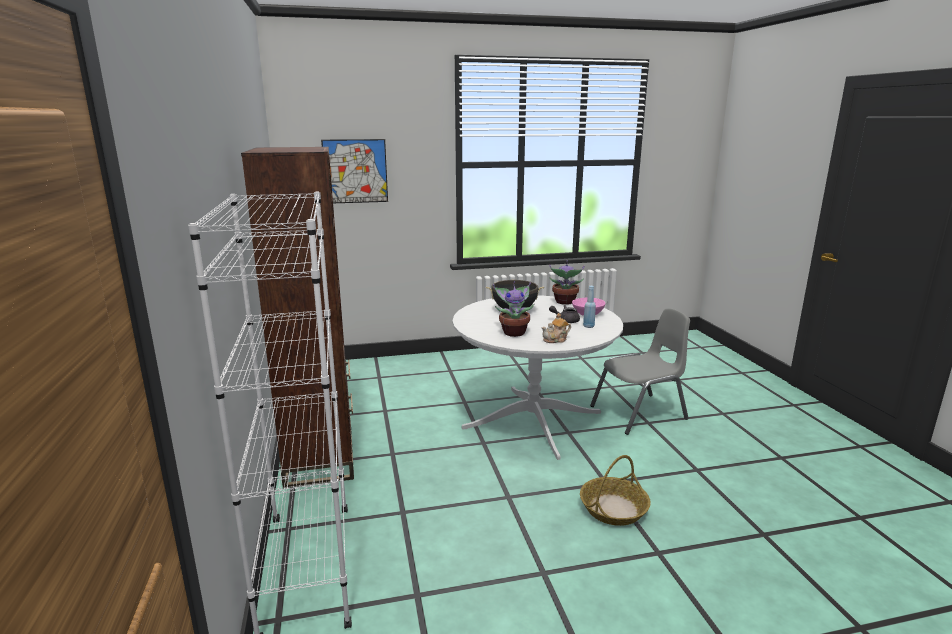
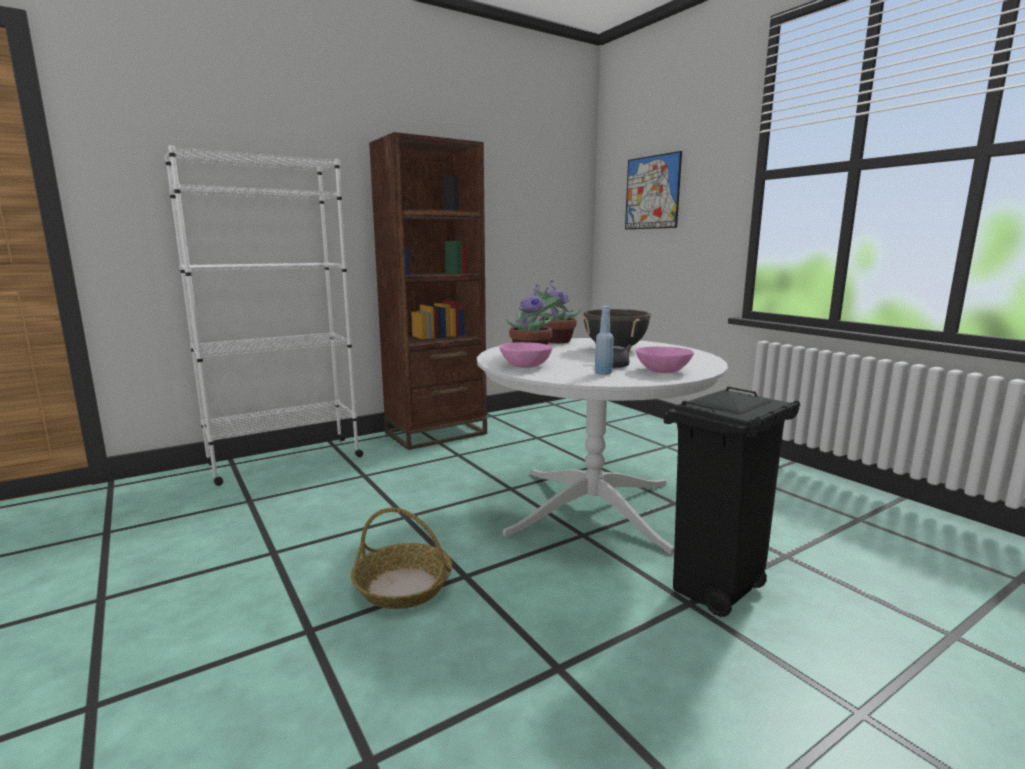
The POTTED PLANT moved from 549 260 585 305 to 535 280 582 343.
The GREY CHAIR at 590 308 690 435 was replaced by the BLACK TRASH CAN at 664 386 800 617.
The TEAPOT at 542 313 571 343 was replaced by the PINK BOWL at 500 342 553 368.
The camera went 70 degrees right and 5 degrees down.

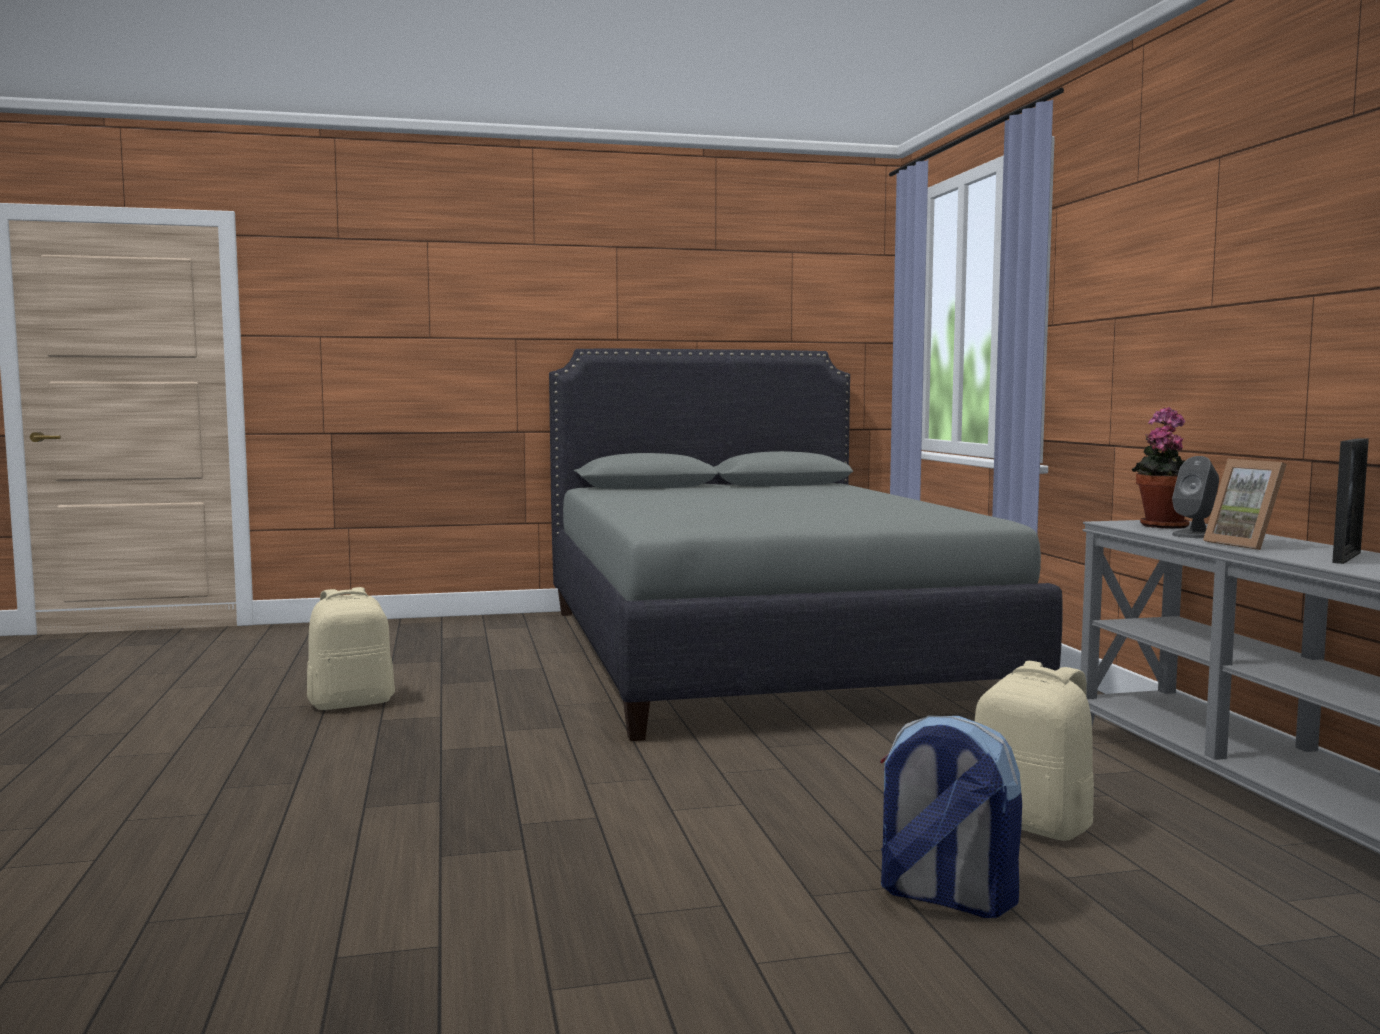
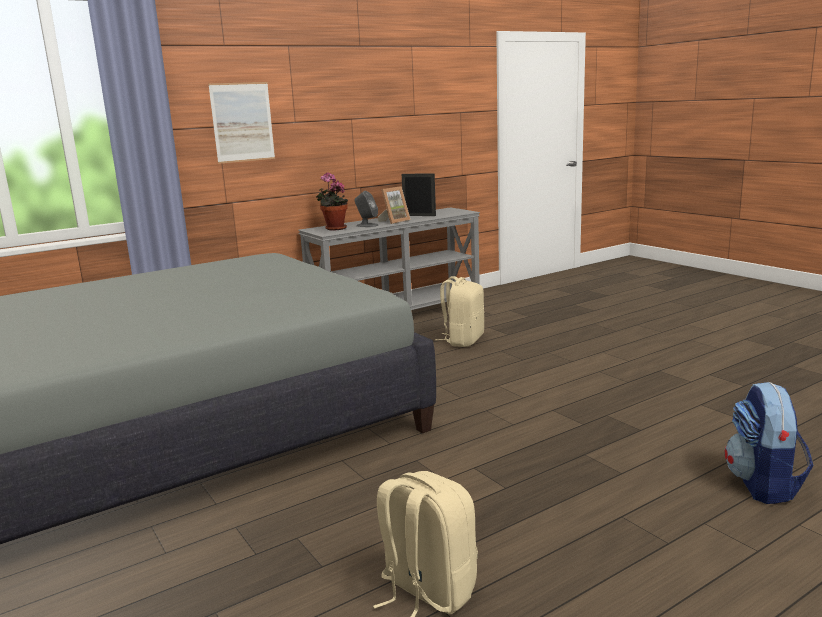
The BACKPACK moved from 880 715 1022 918 to 725 382 813 504.
The PICTURE at 208 82 275 164 appeared.
The camera went 110 degrees left and 10 degrees up.

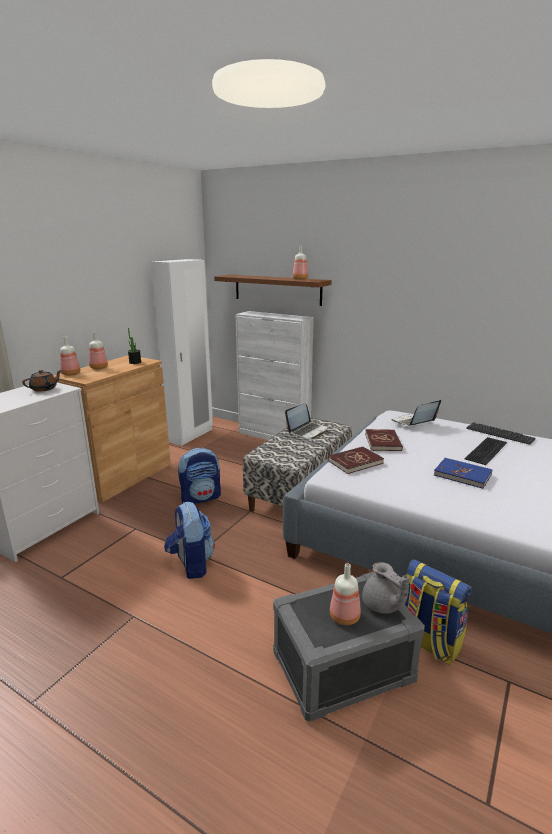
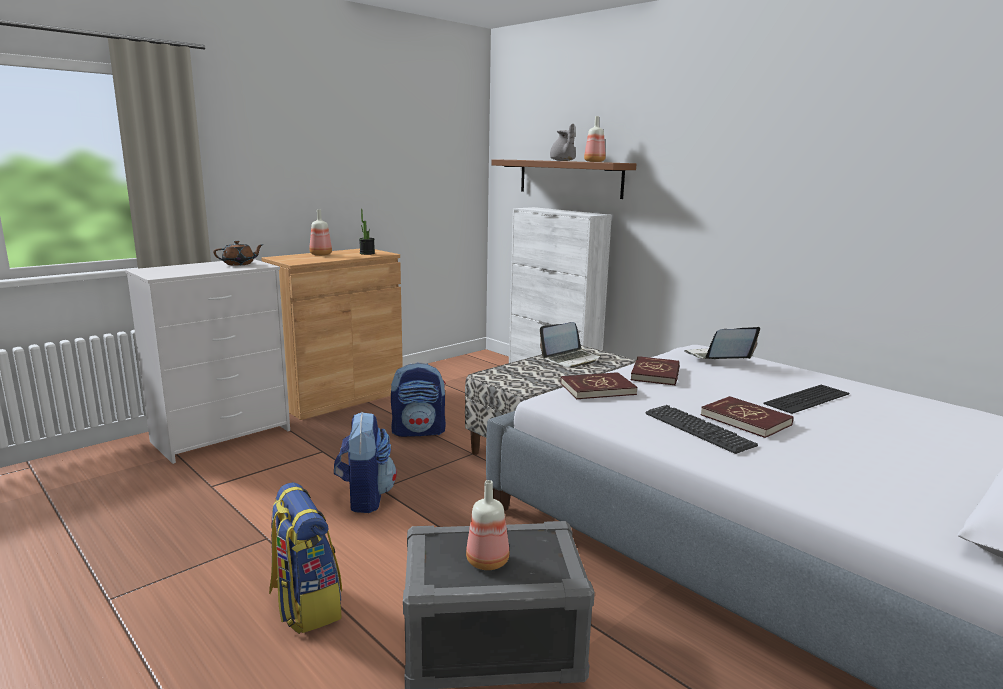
The WHITE WARDROBE at 151 259 213 446 disappeared.
The BOTTLE at 60 336 80 376 disappeared.
The KEYBOARD moved from 466 422 536 445 to 645 405 758 454.
The BLUE BOOK at 434 458 493 489 became the RED BOOK at 701 396 793 438.
The BACKPACK moved from 405 560 472 665 to 269 482 342 634.
The GREY TEAPOT moved from 362 562 410 613 to 550 124 576 161.
The camera went 15 degrees right and 5 degrees down.

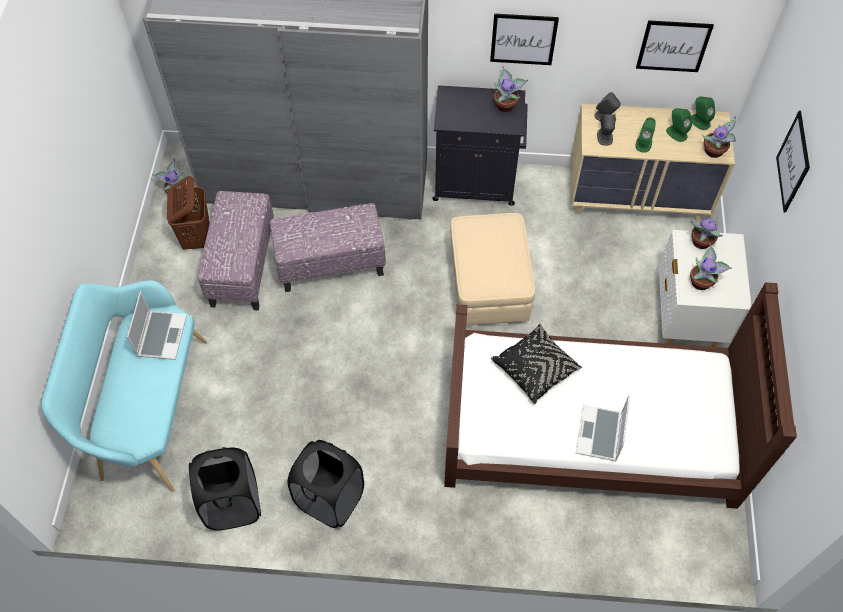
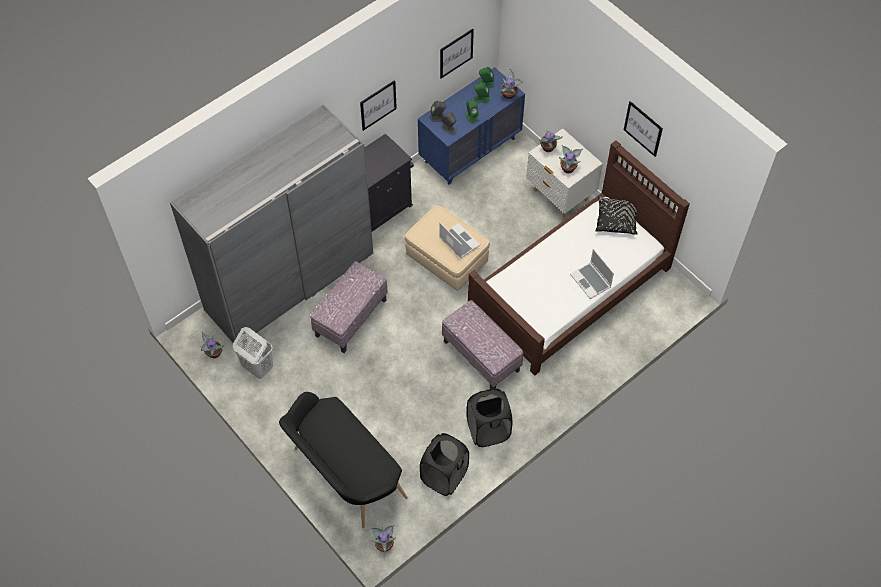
The POTTED PLANT moved from 494 66 528 112 to 371 525 396 552.
The BEIGE DRESSER at 571 104 735 222 became the BLUE DRESSER at 418 67 525 185.
The PICTURE moved from 776 111 810 212 to 624 101 663 157.
The BROWN LAUNDRY BASKET at 167 176 209 250 became the WHITE LAUNDRY BASKET at 233 327 273 379.
The OTTOMAN moved from 197 191 274 311 to 442 300 523 389.
The TURQUOISE BENCH at 41 280 207 492 became the BLACK BENCH at 279 392 408 528.
The LAPTOP moved from 127 291 187 360 to 439 222 480 259.
The BLACK PILLOW moved from 491 324 582 404 to 595 196 638 235.
The camera went 45 degrees left and 0 degrees up.

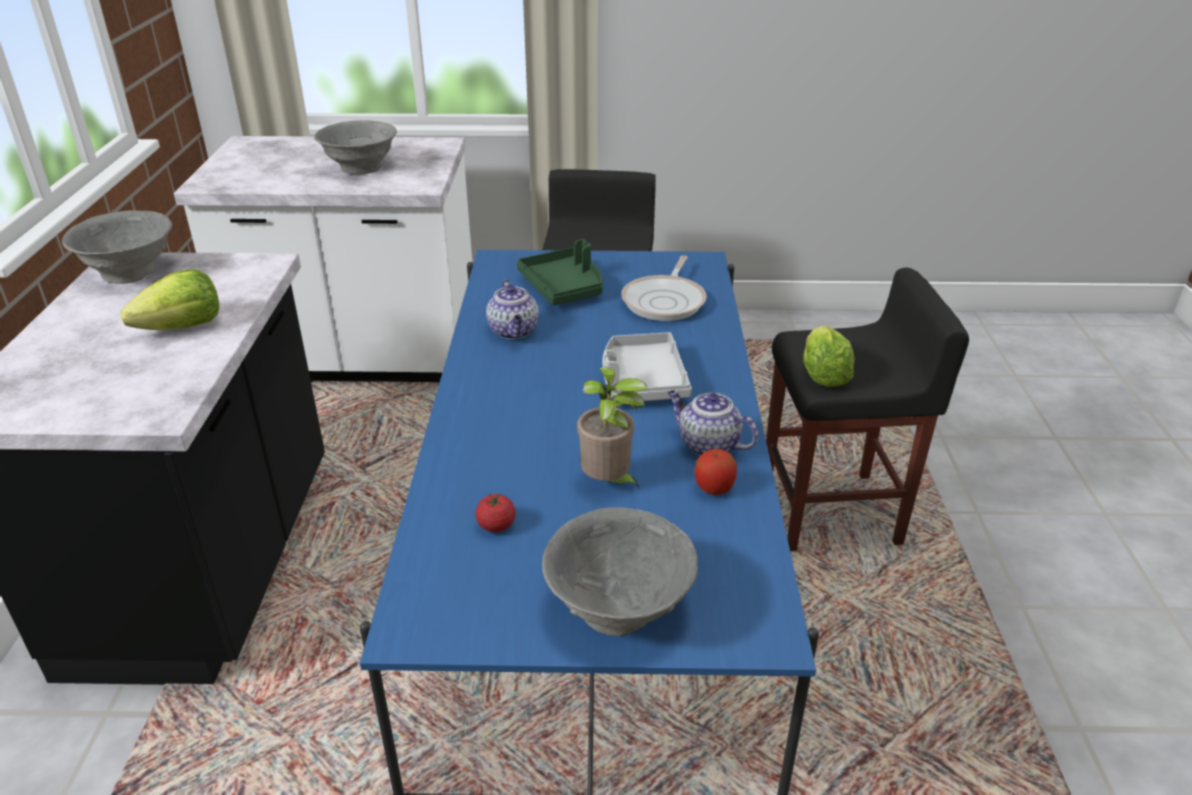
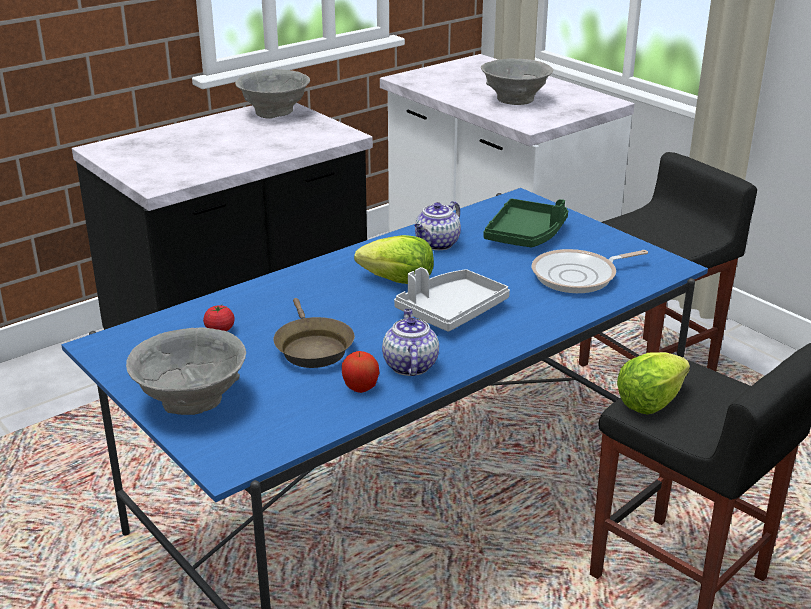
The LETTUCE moved from 121 269 219 330 to 354 235 434 284.
The POTTED PLANT at 577 367 647 489 was replaced by the BROWN FRYING PAN at 273 298 355 368.
The camera went 50 degrees right and 5 degrees down.

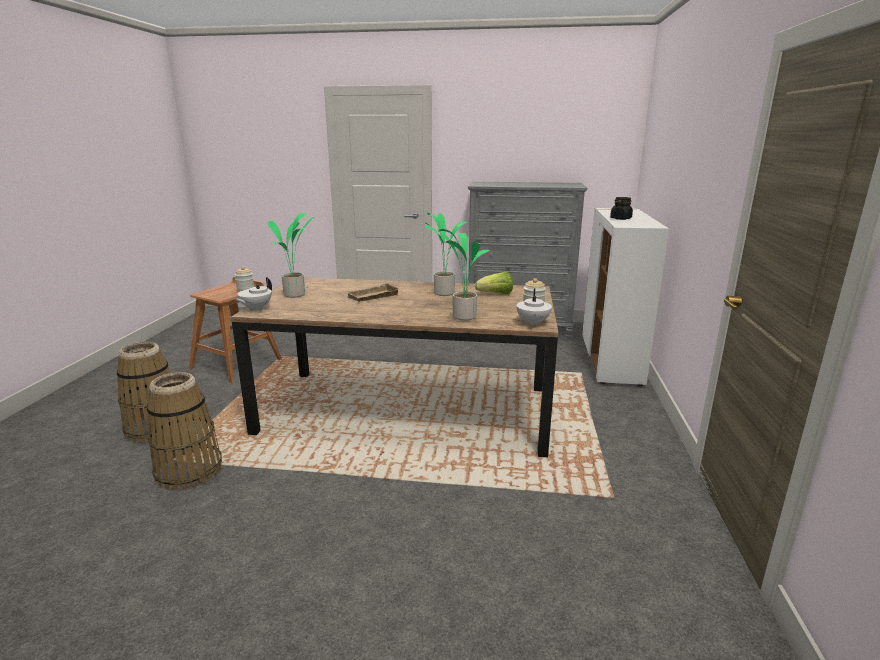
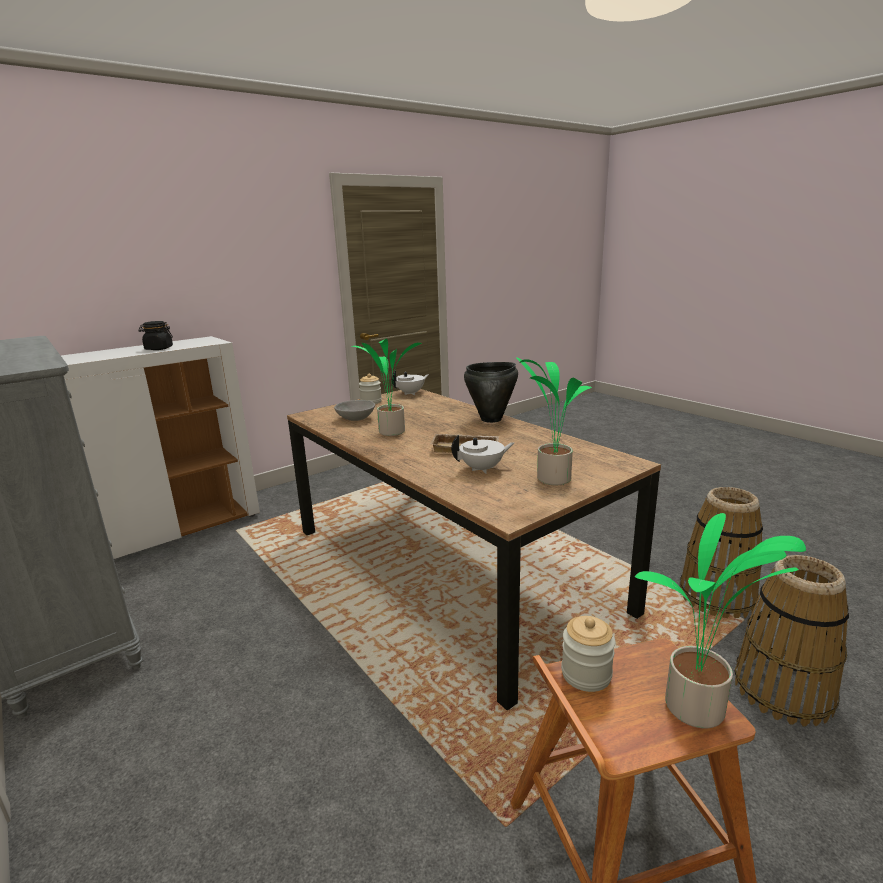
The POTTED PLANT moved from 437 228 490 321 to 635 513 806 729.
The LETTUCE at 475 272 513 294 was replaced by the GREY BOWL at 334 400 375 421.
The WHITE TEAPOT moved from 235 277 272 311 to 451 435 514 474.
The BLACK COOKING POT at 464 362 518 423 appeared.
The camera went 135 degrees left and 0 degrees up.

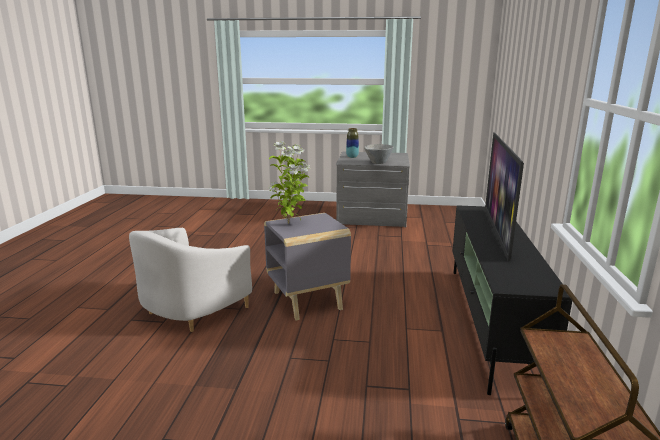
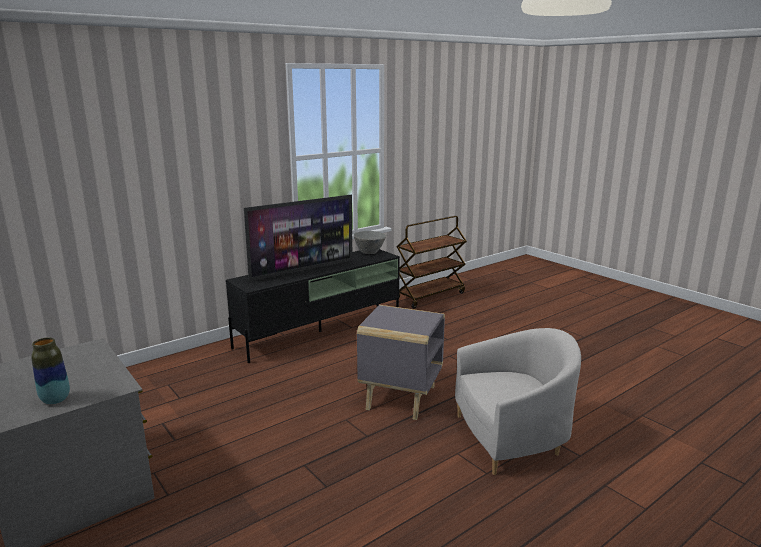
The POTTED PLANT at 268 141 310 224 disappeared.
The GREY BOWL moved from 364 144 393 164 to 353 231 386 254.
The camera went 135 degrees left and 0 degrees up.

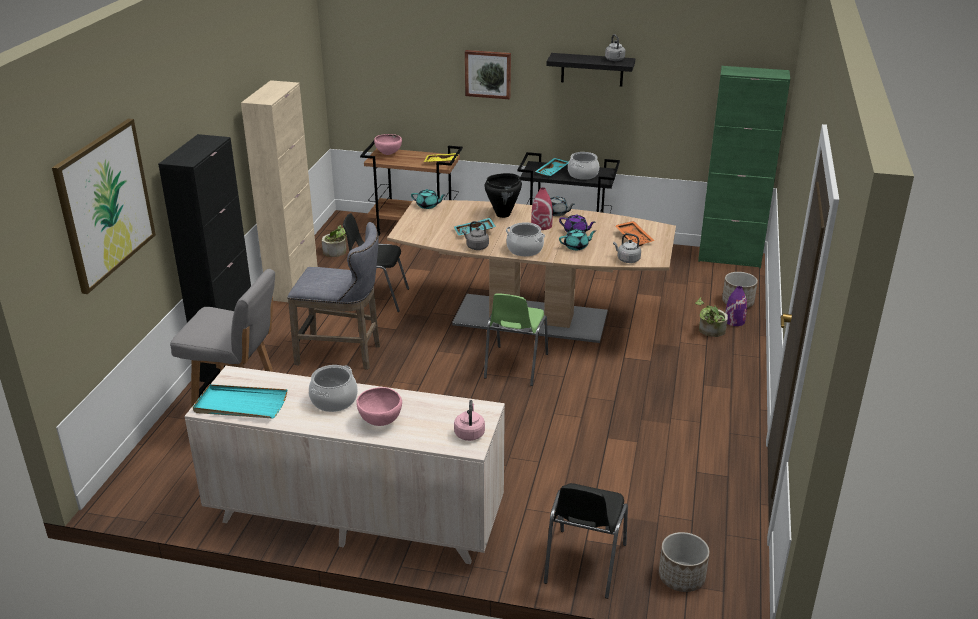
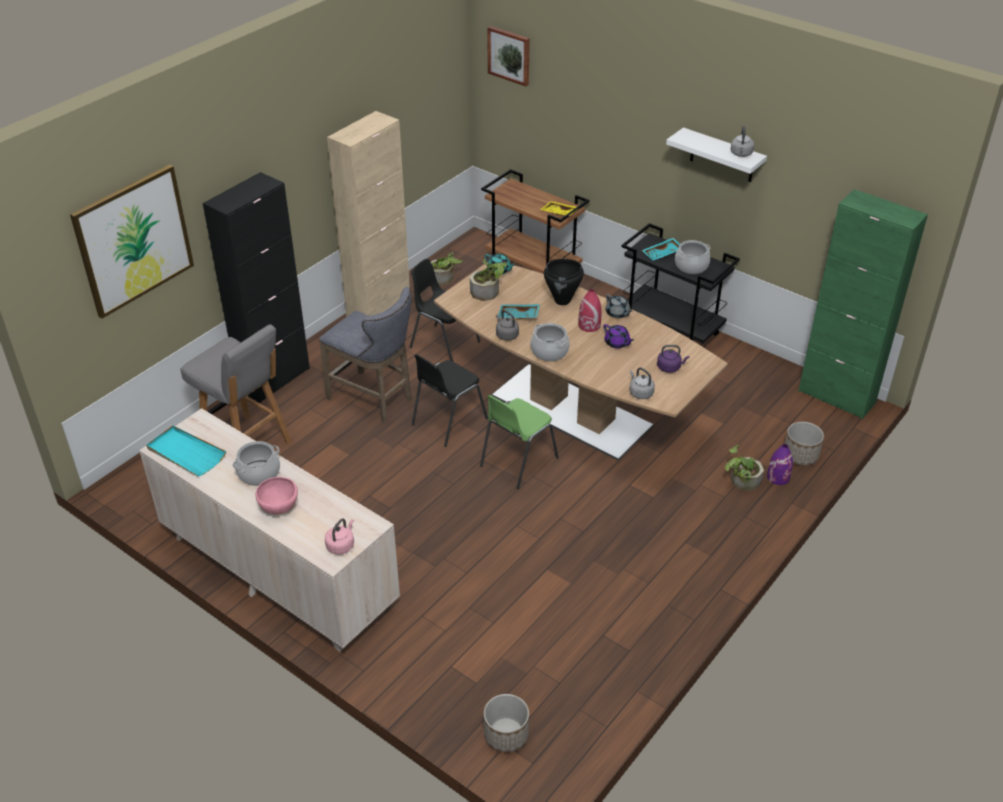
The PICTURE moved from 465 50 511 99 to 487 26 530 86.
The BLACK SHELF at 546 53 635 87 became the WHITE SHELF at 666 127 767 182.
The PINK BOWL at 374 134 402 155 disappeared.
The ORANGE TRAY at 615 221 655 246 was replaced by the PURPLE KETTLE at 657 345 689 373.
The TURQUOISE TEAPOT at 559 229 596 250 disappeared.
The BLACK CHAIR moved from 544 483 628 599 to 412 354 488 447.
The POTTED PLANT at 470 259 507 301 appeared.
The camera went 25 degrees right and 10 degrees up.

